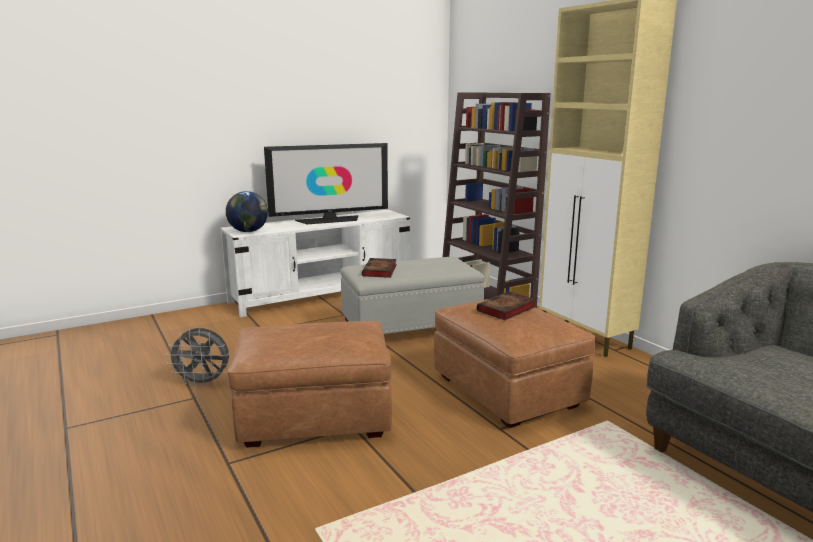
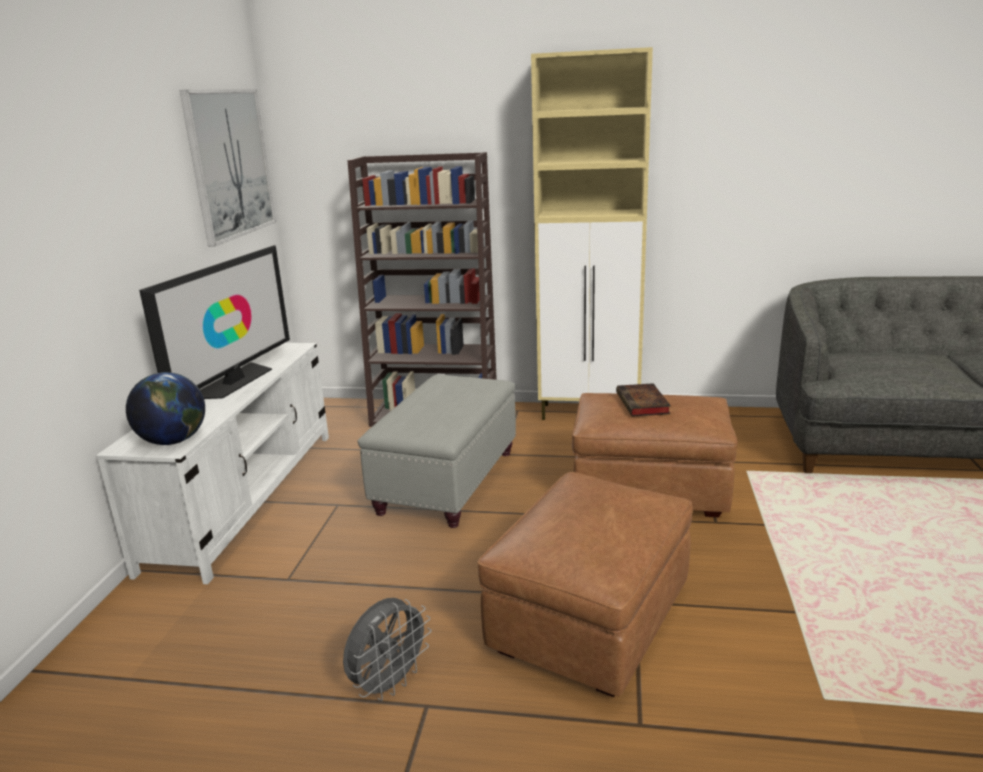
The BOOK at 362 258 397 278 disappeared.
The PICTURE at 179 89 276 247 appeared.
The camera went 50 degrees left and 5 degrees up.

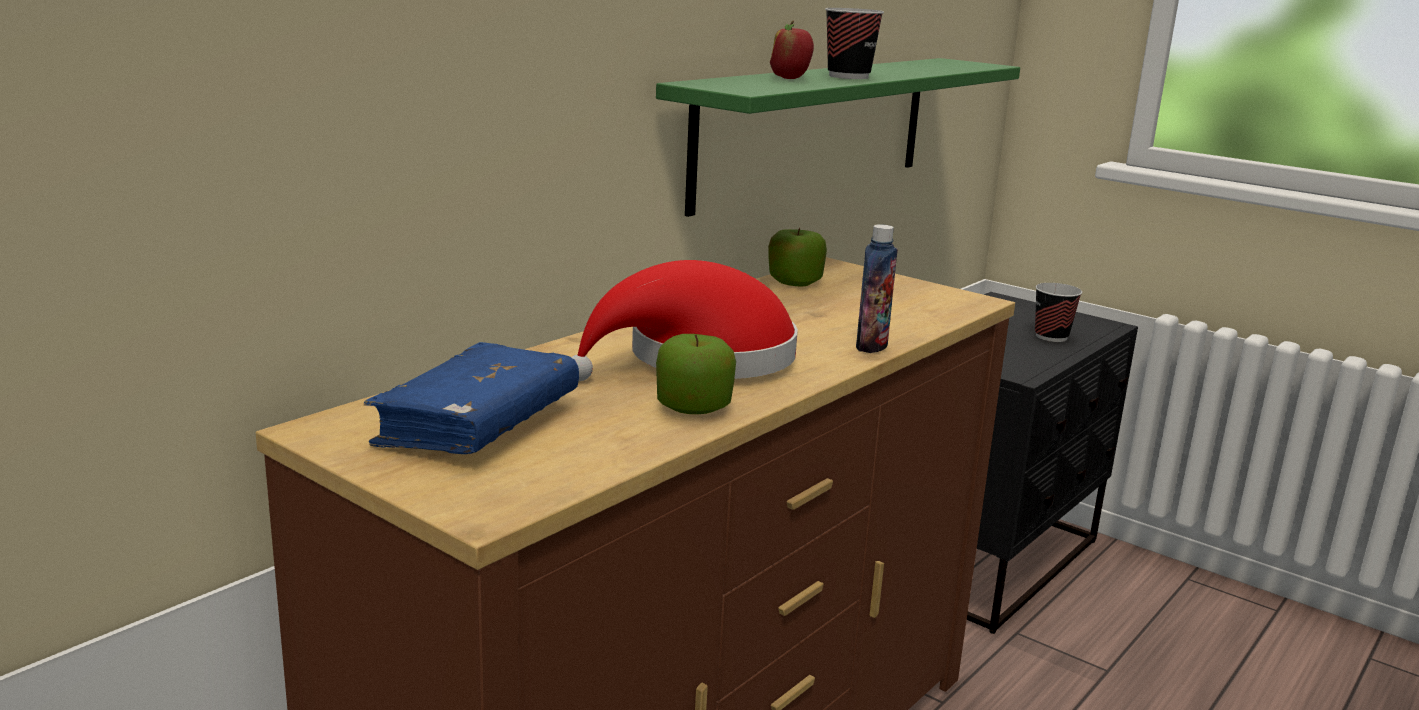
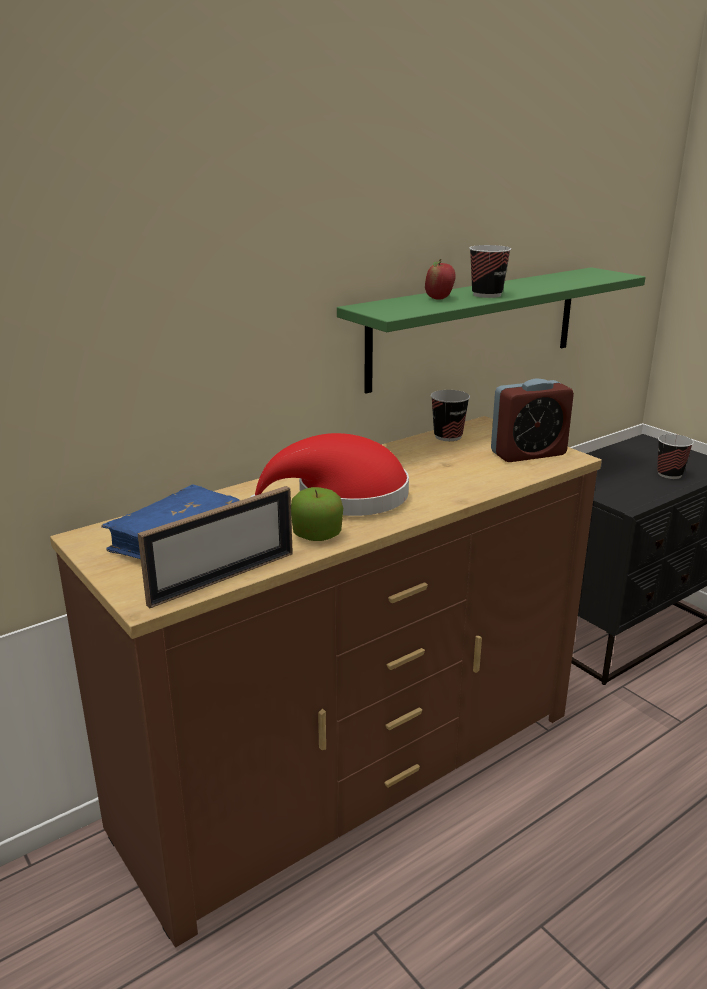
The BOTTLE at 856 224 898 353 disappeared.
The APPLE at 768 228 827 287 was replaced by the CUP at 431 390 470 441.
The ALARM CLOCK at 491 379 574 462 appeared.
The PICTURE FRAME at 137 486 293 609 appeared.
The camera went 15 degrees right and 5 degrees up.

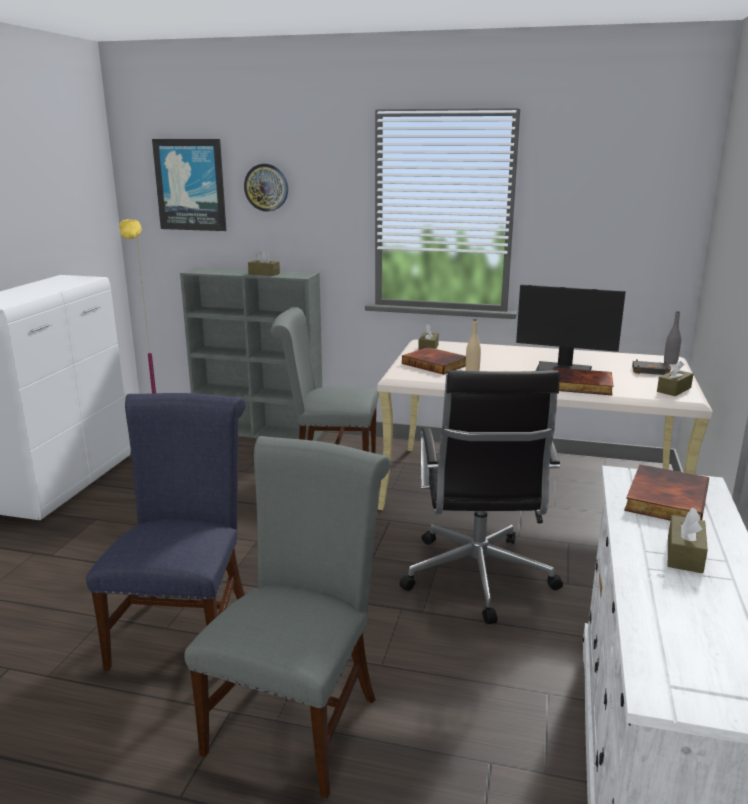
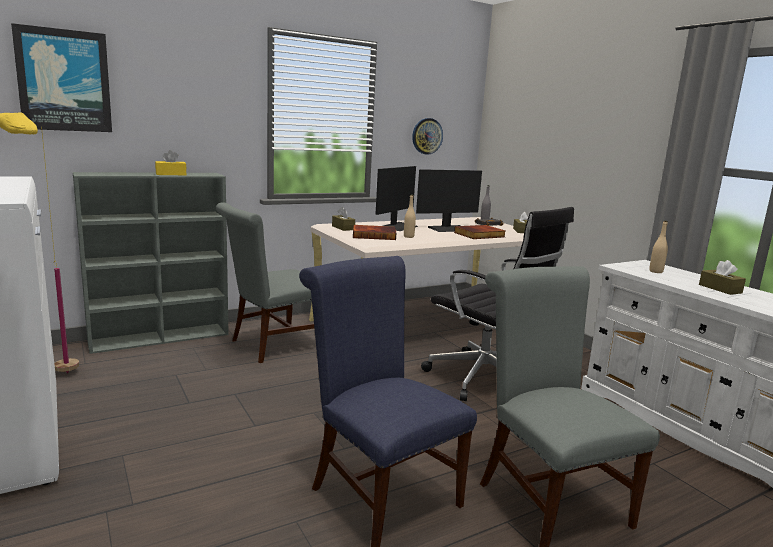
The WALL CLOCK moved from 244 164 288 212 to 412 118 443 154.
The BROWN TISSUE BOX at 248 250 280 276 became the YELLOW TISSUE BOX at 155 150 187 175.
The BOOK at 624 464 709 521 was replaced by the BEIGE BOTTLE at 649 221 668 273.
The MONITOR at 375 166 418 231 appeared.
The camera went 45 degrees left and 5 degrees down.

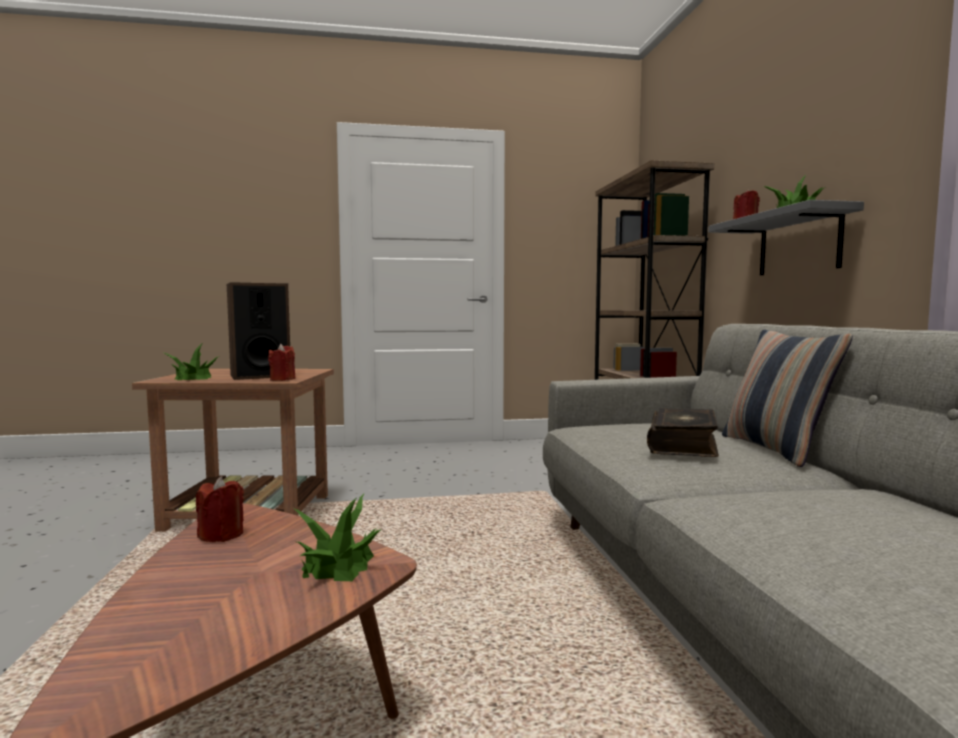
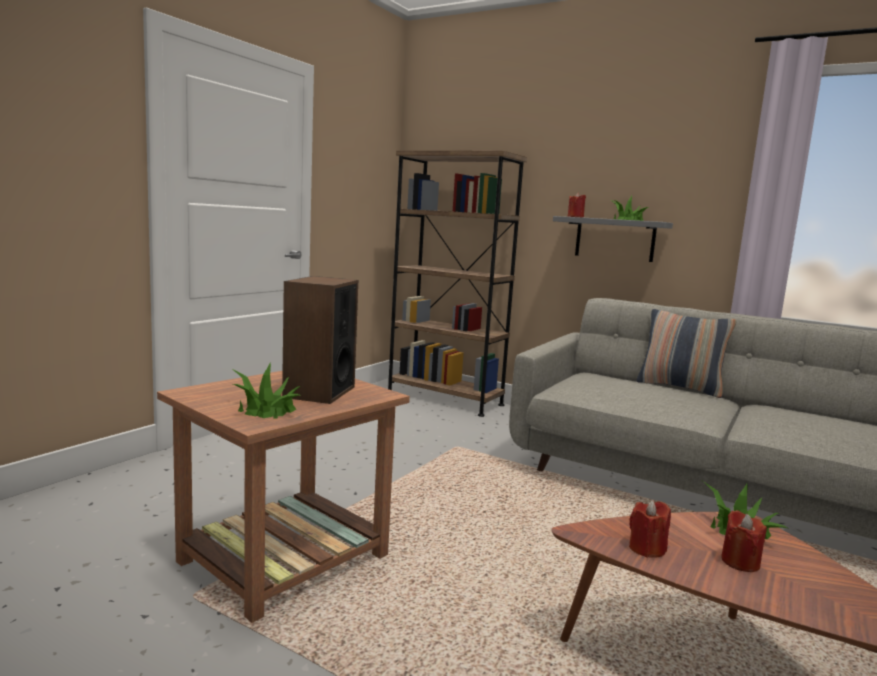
The RED CANDLE moved from 268 344 296 381 to 721 510 767 572.
The BOOK at 647 408 719 457 disappeared.
The camera went 50 degrees left and 5 degrees up.

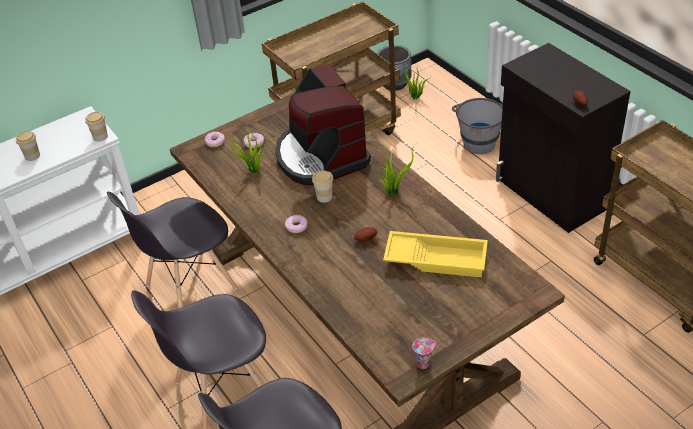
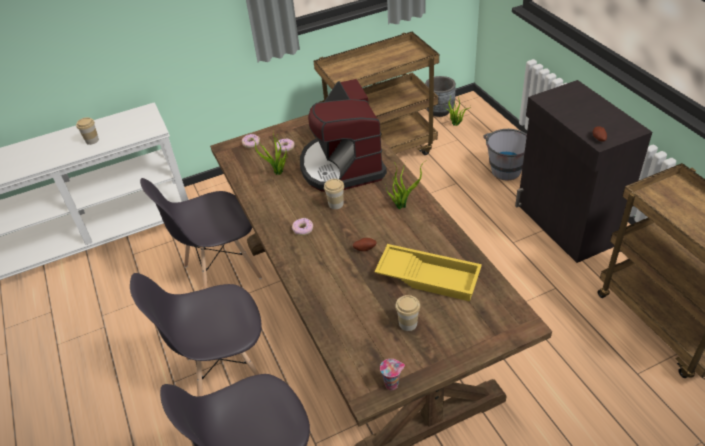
The CUP moved from 85 112 108 142 to 395 295 420 331.
The camera went 10 degrees right and 0 degrees up.

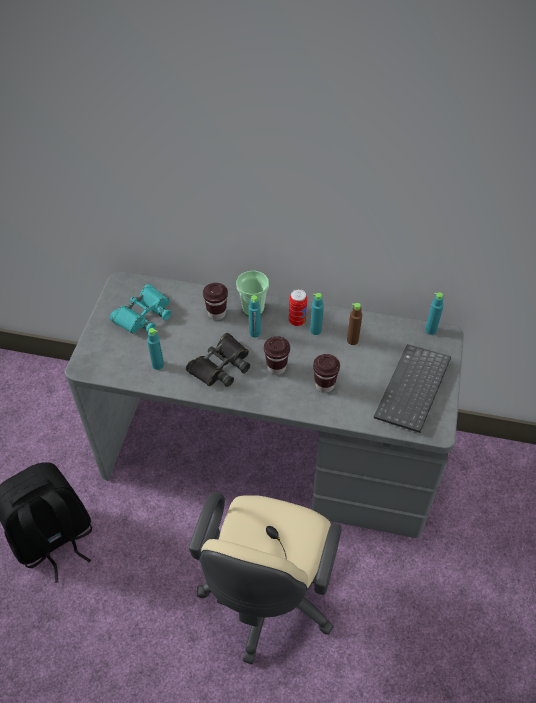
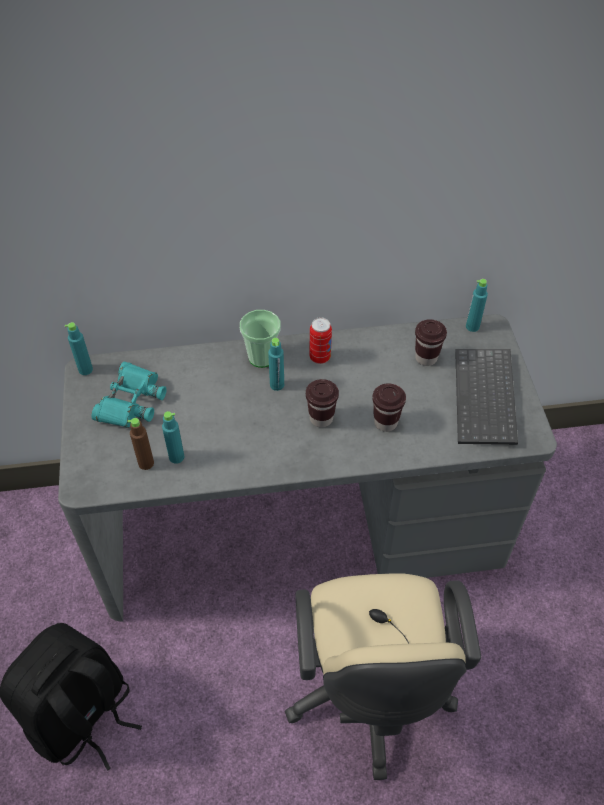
The BROWN CUP moved from 203 283 228 320 to 415 319 447 366.
The TURQUOISE BOTTLE moved from 310 293 324 335 to 65 322 93 375.
The BROWN BOTTLE moved from 347 303 362 345 to 128 418 154 470.
The BLACK BINOCULARS at 186 333 250 387 disappeared.
The camera went 20 degrees left and 0 degrees up.

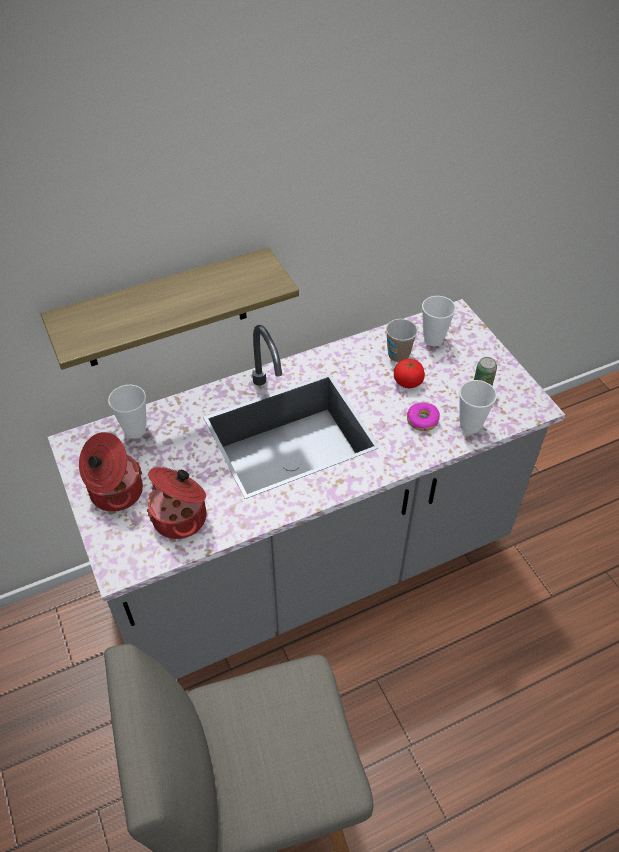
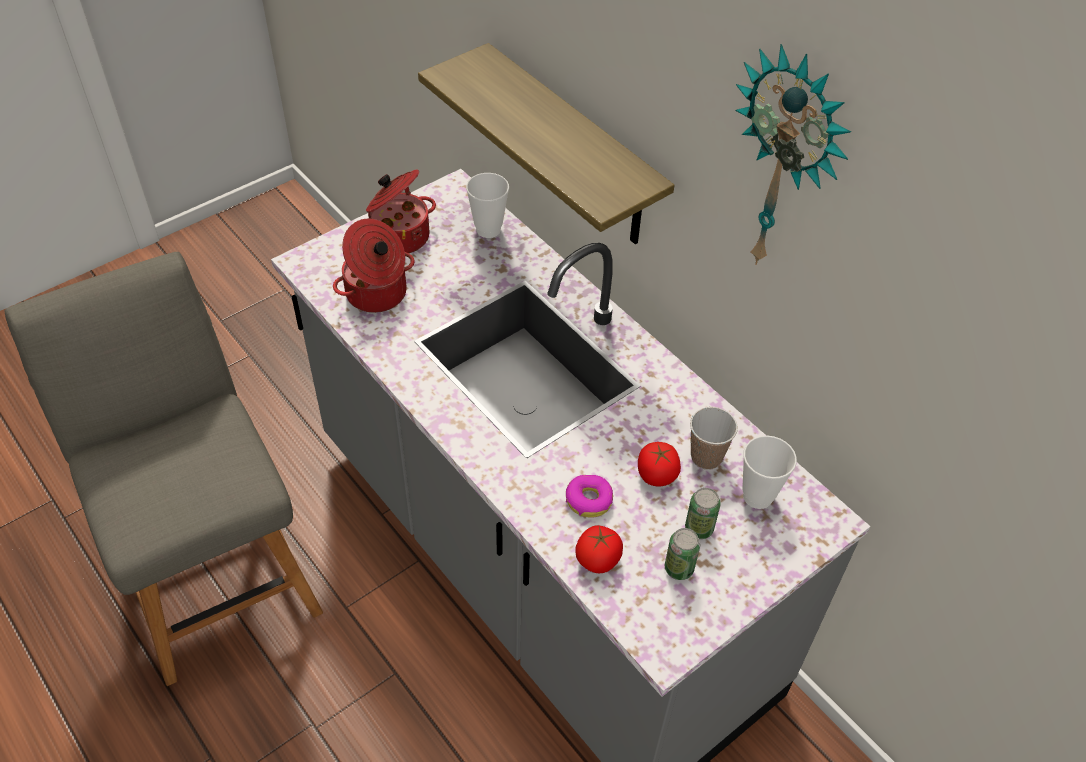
The CUP at 459 380 497 434 was replaced by the TOMATO at 575 525 623 573.
The WALL CLOCK at 735 44 851 265 appeared.
The CAN at 685 488 721 539 appeared.
The camera went 75 degrees right and 0 degrees up.

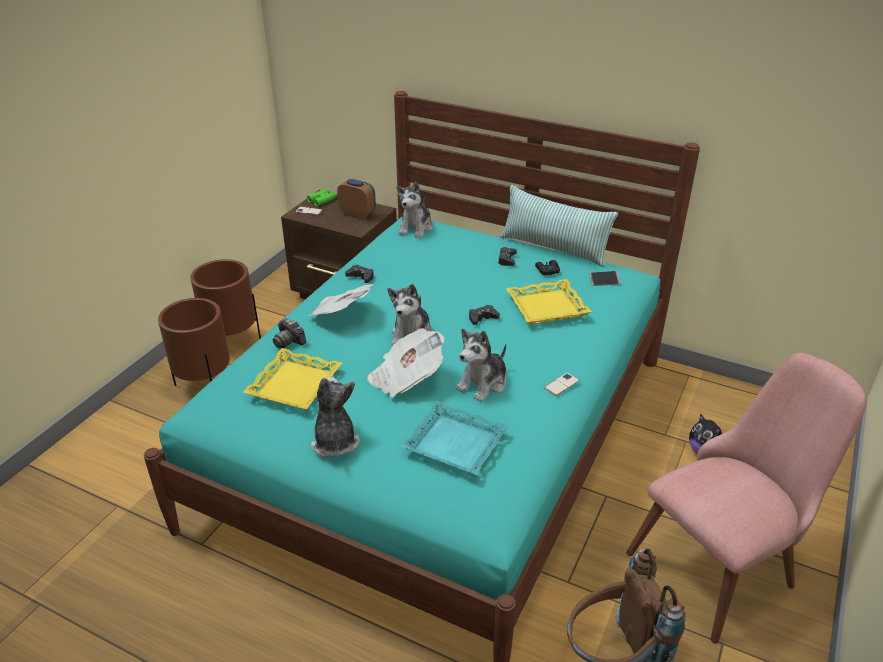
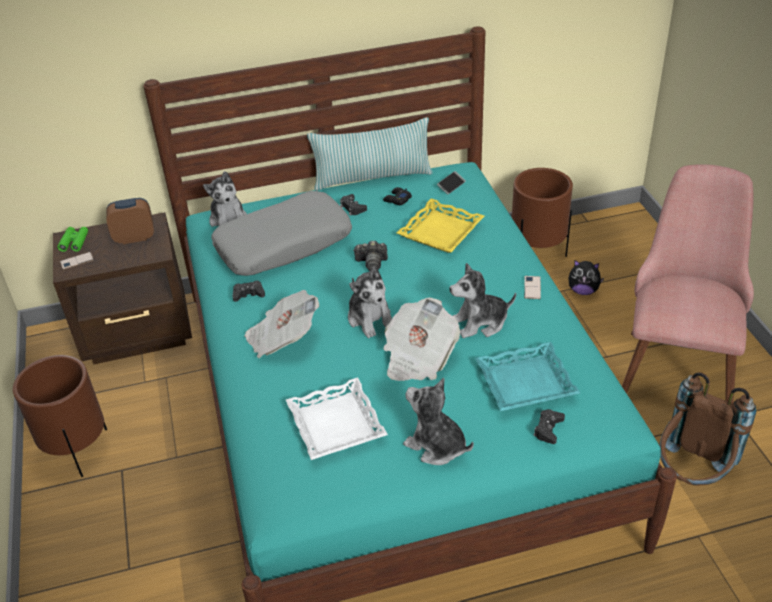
The BROWN PLANTER moved from 158 298 230 386 to 512 168 573 257.
The BLACK GAME CONTROLLER moved from 469 305 500 325 to 533 409 565 444.
The PHOTO CAMERA moved from 273 318 306 348 to 353 240 388 271.
The PLUSH TOY at 456 328 506 402 turned 75 degrees clockwise.
The YELLOW TRAY at 243 348 342 409 became the WHITE TRAY at 286 377 388 460.
The GREY PILLOW at 211 191 352 276 appeared.
The camera went 40 degrees left and 5 degrees up.

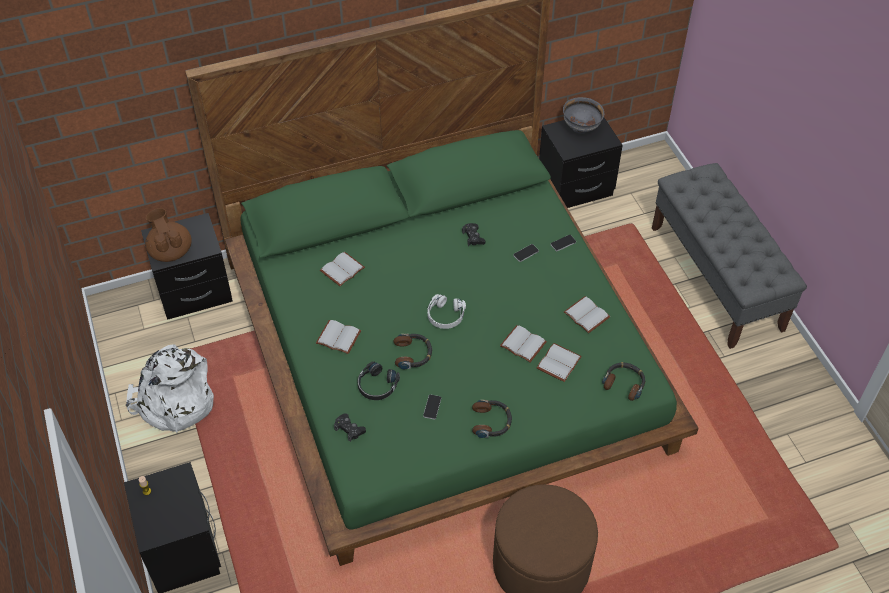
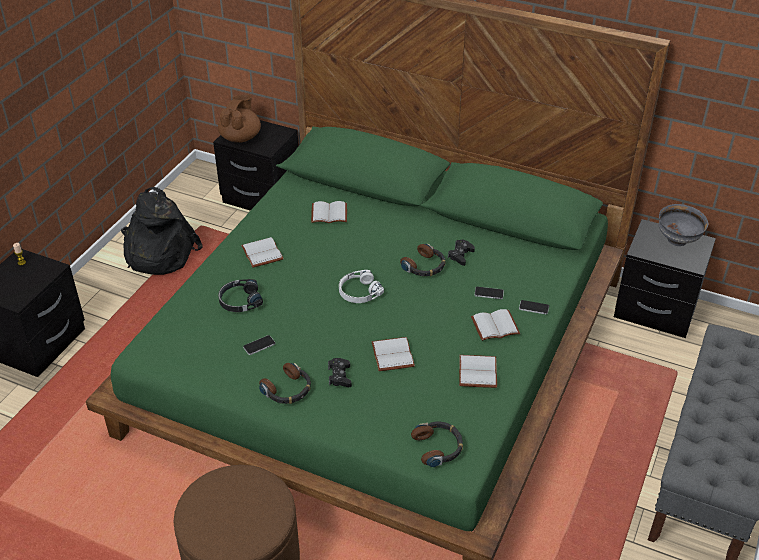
The HEADPHONES moved from 393 334 432 369 to 400 243 446 276.
The WHITE BOOK moved from 537 343 582 382 to 471 309 520 341.
The WHITE BACKPACK at 126 345 214 433 became the BLACK BACKPACK at 121 187 203 275.
The BLACK GAME CONTROLLER moved from 334 413 366 442 to 328 358 352 387.
The camera went 45 degrees right and 10 degrees down.

